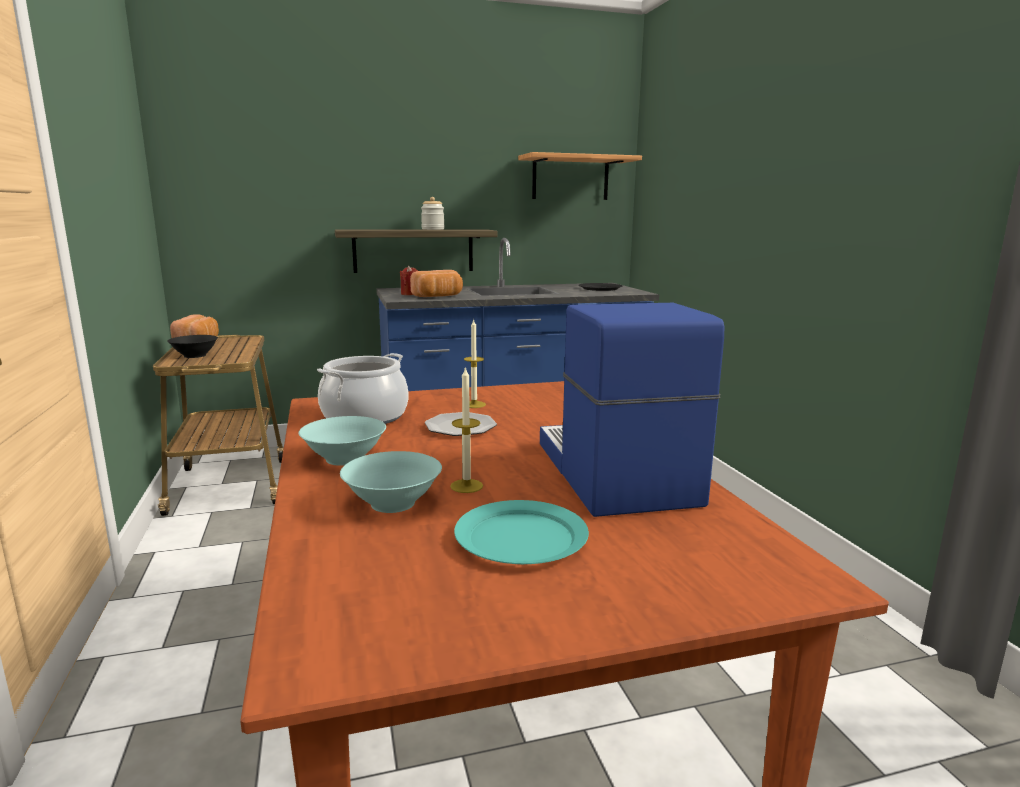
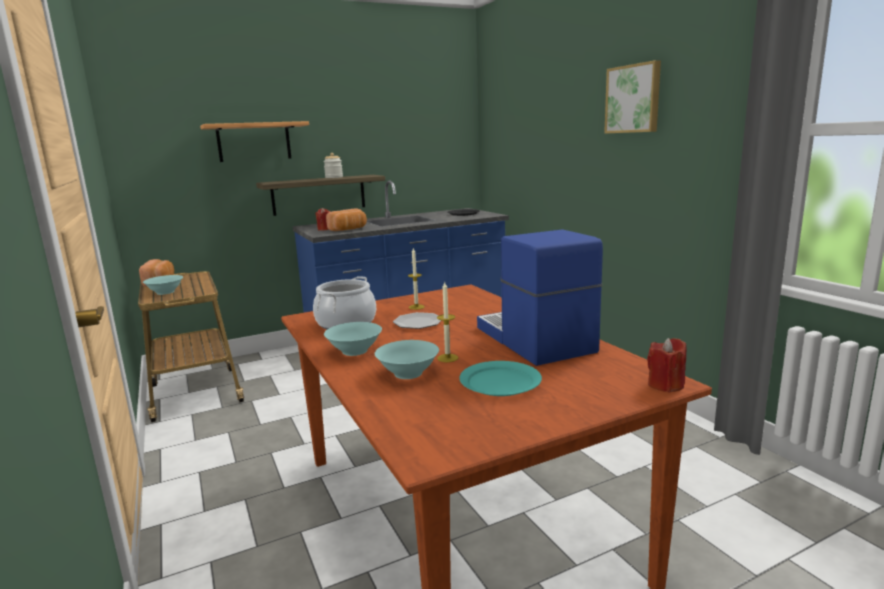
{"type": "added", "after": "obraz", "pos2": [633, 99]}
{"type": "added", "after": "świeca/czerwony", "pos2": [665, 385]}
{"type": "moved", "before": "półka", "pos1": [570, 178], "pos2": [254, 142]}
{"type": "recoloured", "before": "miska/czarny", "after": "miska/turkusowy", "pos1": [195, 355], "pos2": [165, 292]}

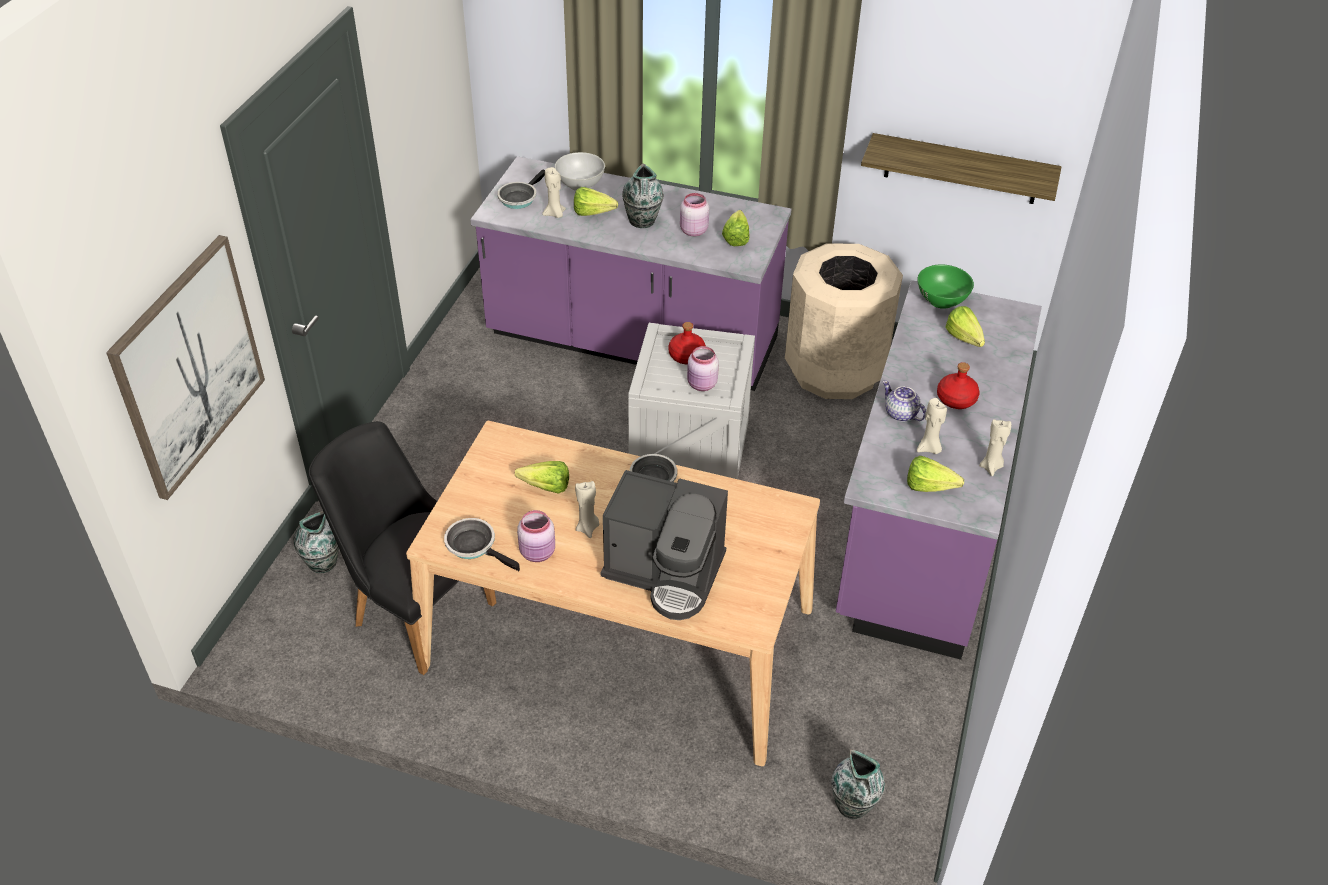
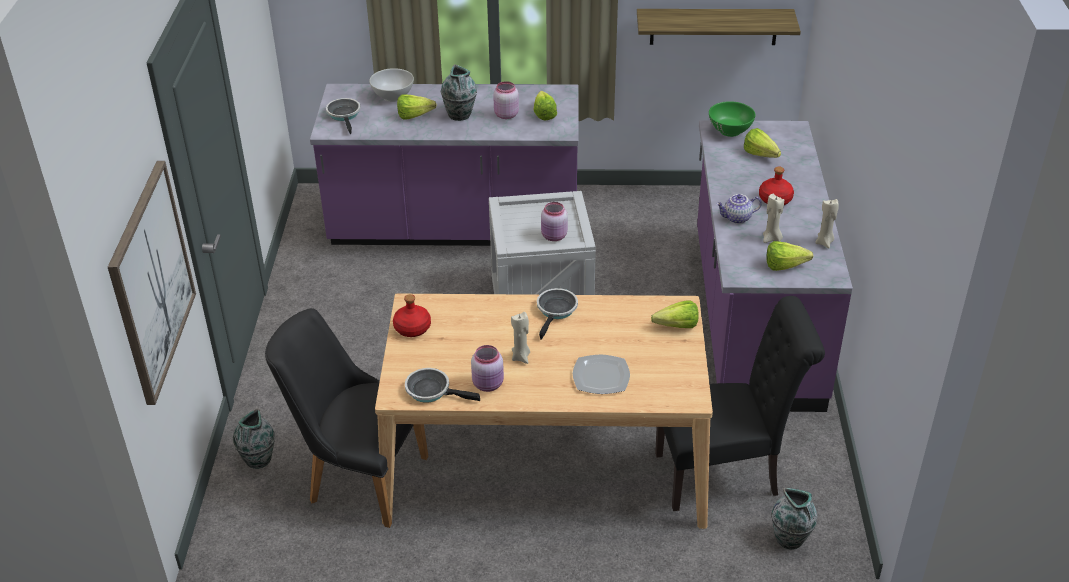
{"type": "removed", "before": "świeca/beżowy", "pos1": [555, 214]}
{"type": "removed", "before": "kosz na śmieci/beżowy", "pos1": [835, 371]}
{"type": "added", "after": "krzesło/czarny", "pos2": [724, 474]}
{"type": "moved", "before": "sałata", "pos1": [542, 486], "pos2": [673, 326]}
{"type": "moved", "before": "butelka/czerwony", "pos1": [687, 356], "pos2": [412, 328]}
{"type": "replaced", "before": "ekspres do kawy", "after": "talerz", "pos1": [665, 573], "pos2": [601, 376]}
{"type": "turned", "before": "patelnia", "pos1": [519, 198], "pos2": [344, 115], "turn": 150}
{"type": "turned", "before": "imbryk", "pos1": [900, 414], "pos2": [737, 218], "turn": -45}

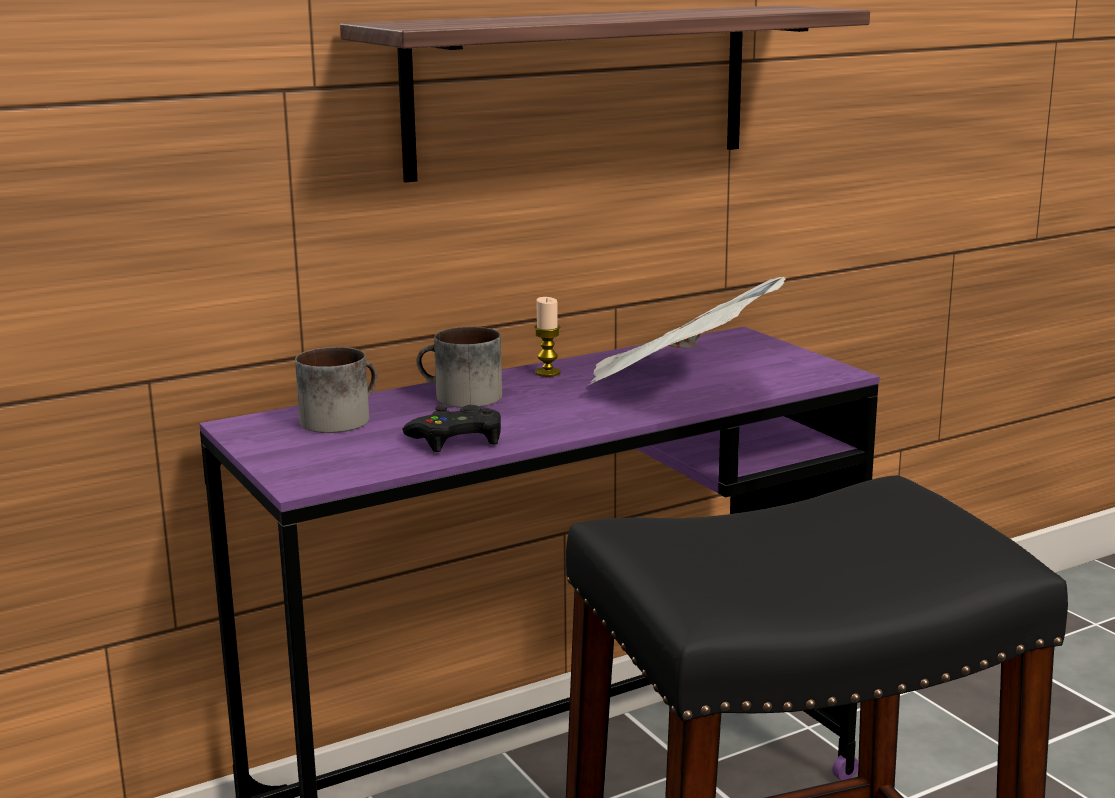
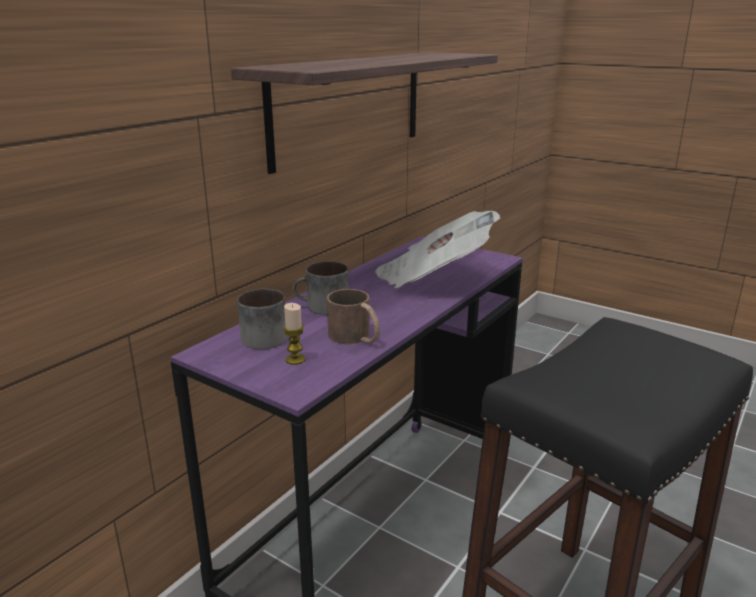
{"type": "moved", "before": "świeca", "pos1": [547, 373], "pos2": [295, 359]}
{"type": "replaced", "before": "pad do gier/czarny", "after": "kubek/brązowy", "pos1": [457, 439], "pos2": [356, 338]}

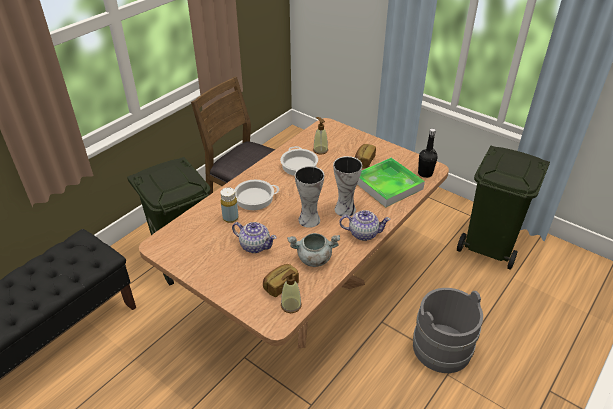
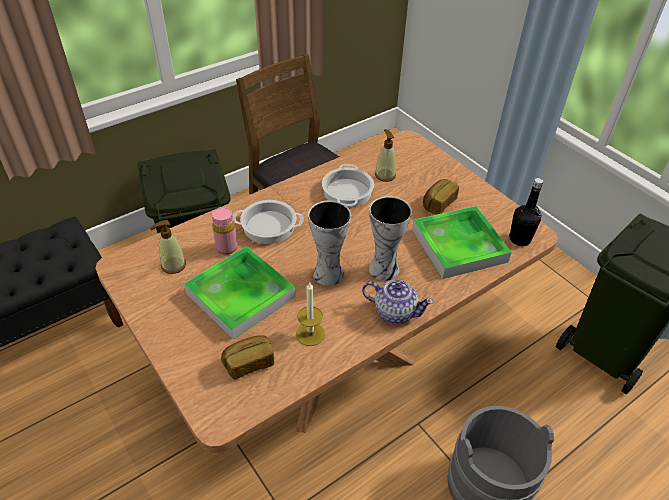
{"type": "moved", "before": "dozownik mydła", "pos1": [291, 305], "pos2": [173, 265]}
{"type": "replaced", "before": "imbryk", "after": "taca", "pos1": [255, 245], "pos2": [240, 295]}
{"type": "replaced", "before": "garnek/szary", "after": "świeca", "pos1": [313, 259], "pos2": [310, 334]}
{"type": "recoloured", "before": "butelka/żółty", "after": "butelka/różowy", "pos1": [230, 218], "pos2": [227, 248]}

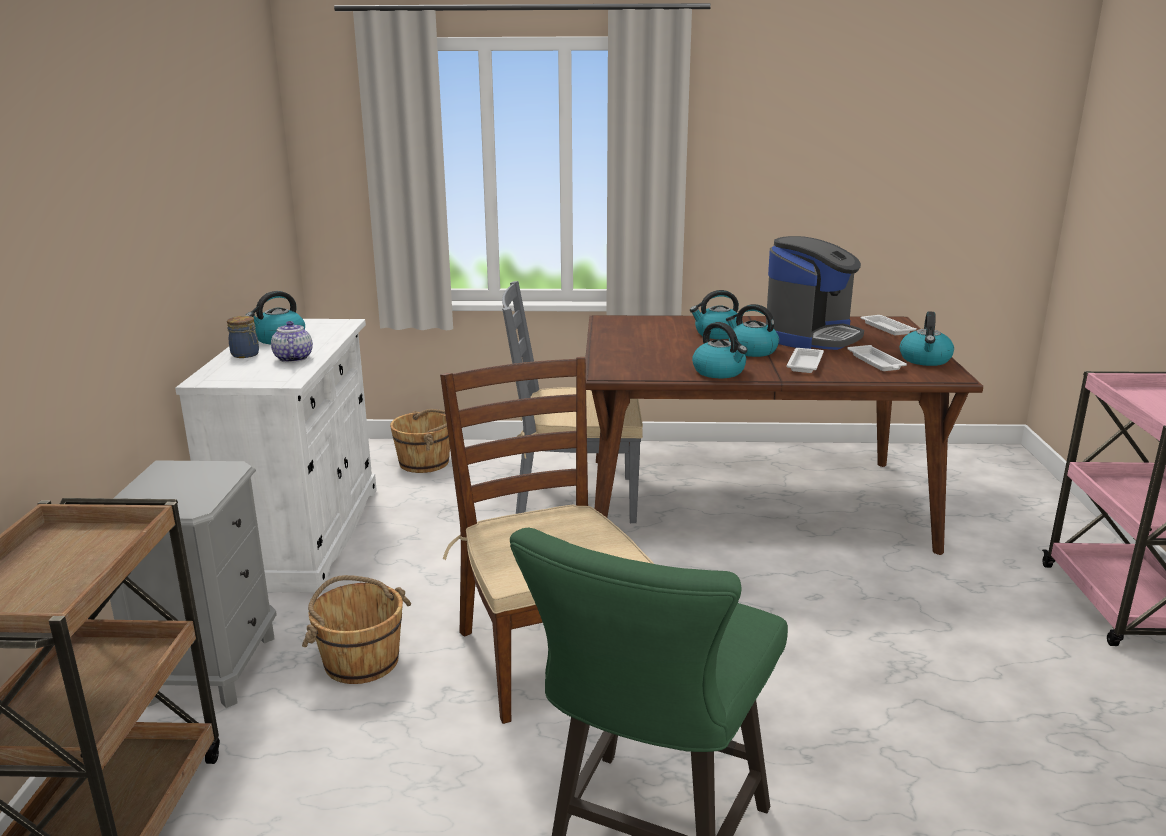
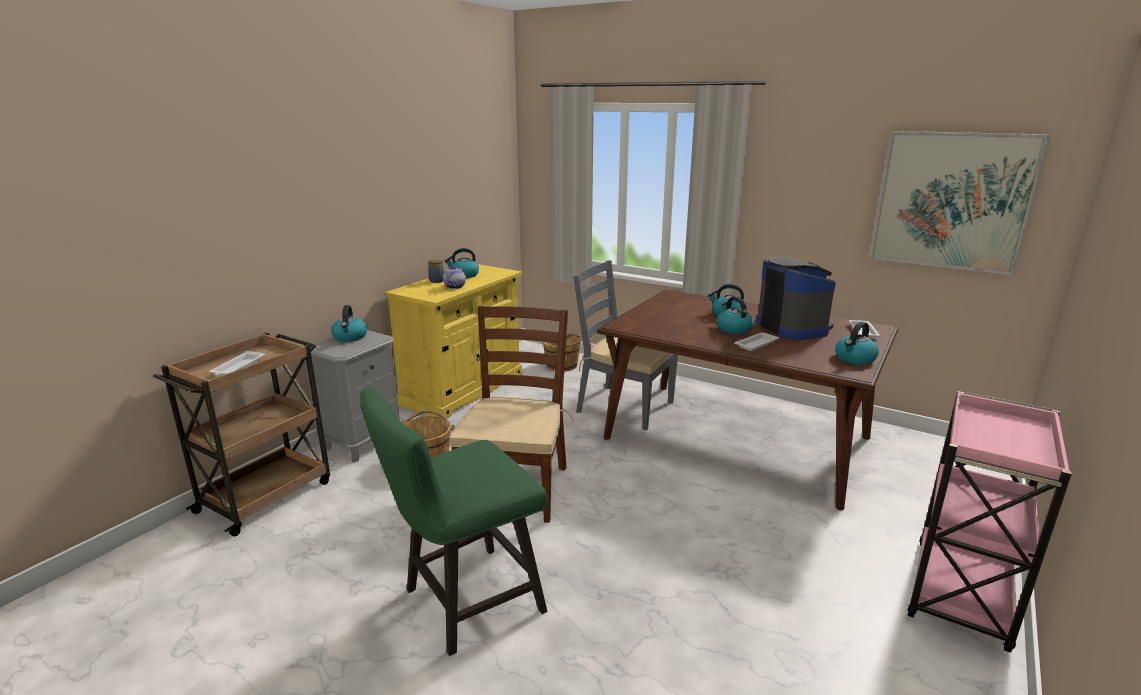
{"type": "added", "after": "obraz", "pos2": [951, 201]}
{"type": "moved", "before": "czajnik", "pos1": [719, 372], "pos2": [350, 337]}
{"type": "moved", "before": "taca/biały", "pos1": [876, 362], "pos2": [238, 367]}
{"type": "recoloured", "before": "szafka/biały", "after": "szafka/żółty", "pos1": [303, 535], "pos2": [463, 389]}
{"type": "turned", "before": "ekspres do kawy", "pos1": [811, 337], "pos2": [792, 327], "turn": -90}

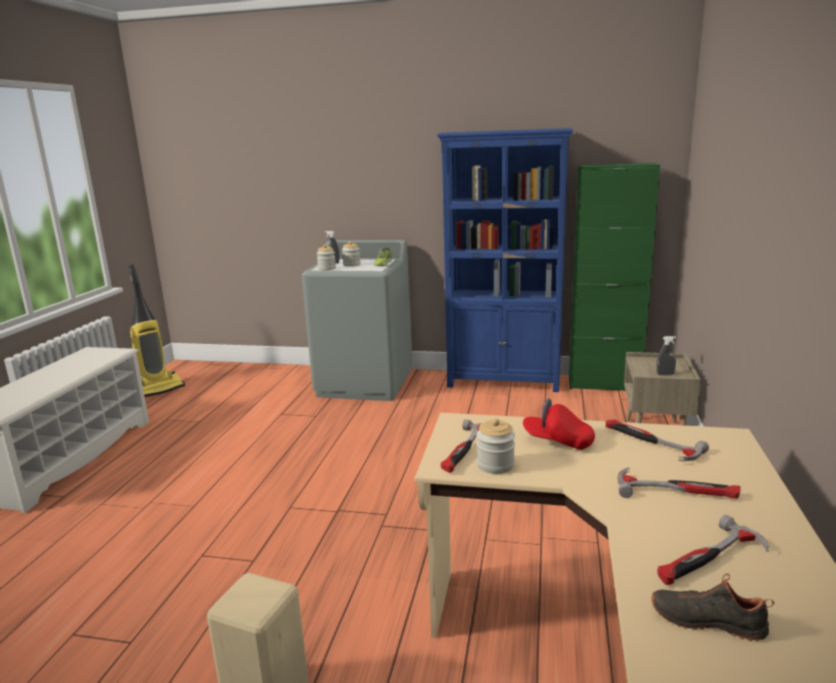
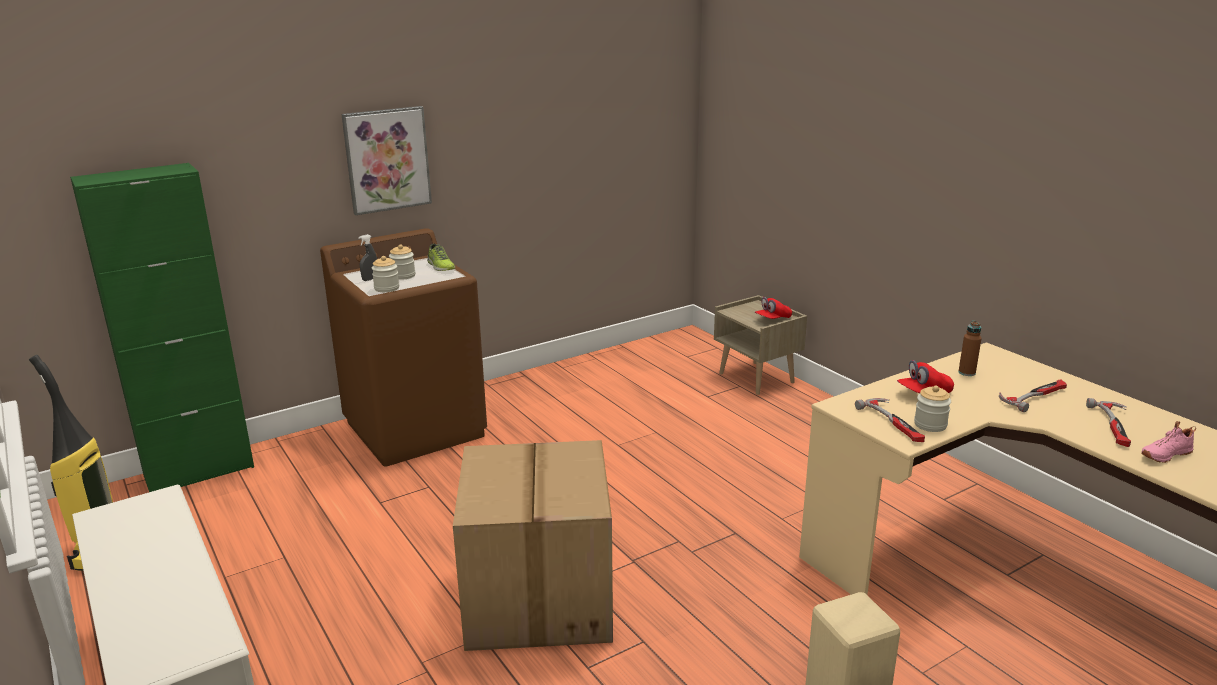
{"type": "removed", "before": "regał/niebieski", "pos1": [504, 381]}
{"type": "added", "after": "obraz", "pos2": [387, 159]}
{"type": "added", "after": "karton", "pos2": [541, 599]}
{"type": "moved", "before": "szafka/zielony", "pos1": [604, 384], "pos2": [199, 472]}
{"type": "replaced", "before": "młotek", "after": "butelka/brązowy", "pos1": [650, 443], "pos2": [966, 372]}
{"type": "replaced", "before": "spryskiwacz/szary", "after": "czapka z daszkiem/czerwony", "pos1": [665, 374], "pos2": [772, 319]}
{"type": "recoloured", "before": "pralka/szary", "after": "pralka/brązowy", "pos1": [365, 383], "pos2": [416, 428]}
{"type": "recoloured", "before": "but/czarny", "after": "but/różowy", "pos1": [707, 620], "pos2": [1164, 454]}

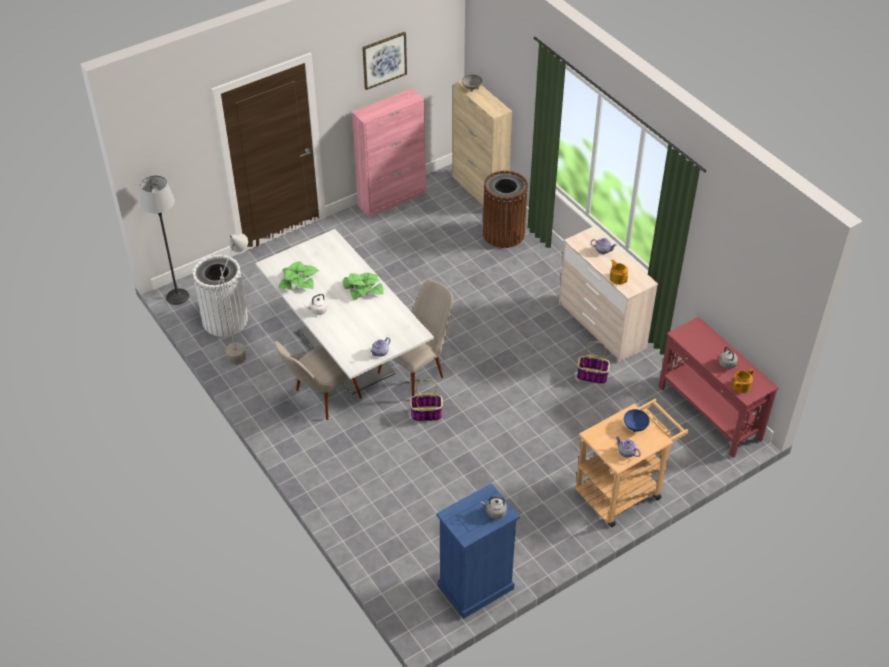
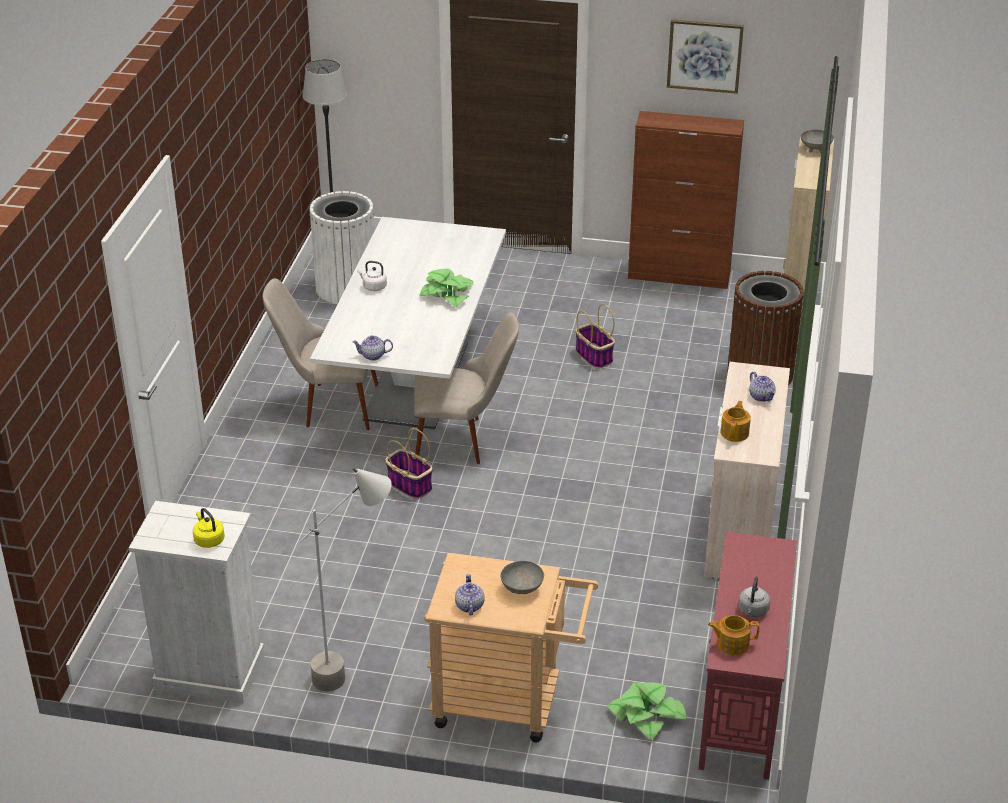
{"type": "moved", "before": "lampa stojąca/szary", "pos1": [244, 347], "pos2": [355, 671]}
{"type": "moved", "before": "roślina doniczkowa", "pos1": [299, 281], "pos2": [647, 715]}
{"type": "moved", "before": "koszyk", "pos1": [592, 376], "pos2": [594, 356]}
{"type": "recoloured", "before": "szafka/różowy", "after": "szafka/brązowy", "pos1": [392, 199], "pos2": [679, 275]}
{"type": "recoloured", "before": "komoda/niebieski", "after": "komoda/biały", "pos1": [475, 587], "pos2": [209, 672]}
{"type": "recoloured", "before": "czajnik/szary", "after": "czajnik/żółty", "pos1": [495, 512], "pos2": [208, 540]}
{"type": "recoloured", "before": "miska/niebieski", "after": "miska/szary", "pos1": [635, 427], "pos2": [521, 589]}

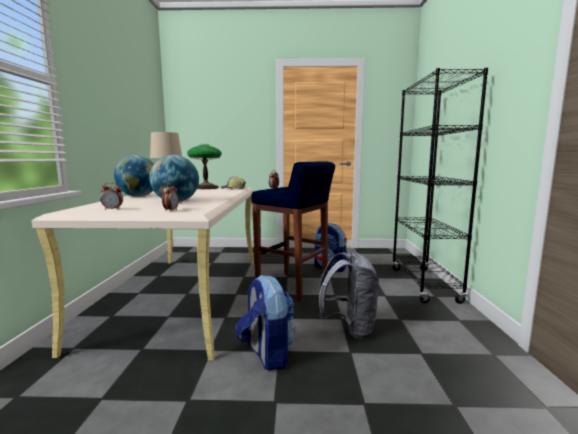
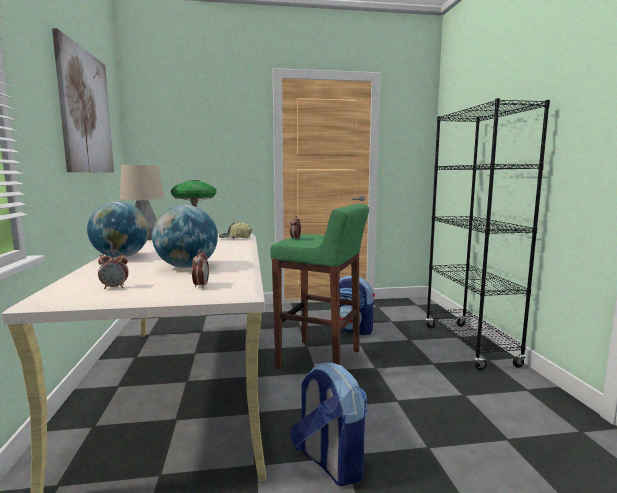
{"type": "removed", "before": "plecak/szary", "pos1": [349, 328]}
{"type": "added", "after": "obraz", "pos2": [86, 112]}
{"type": "recoloured", "before": "stołek/niebieski", "after": "stołek/zielony", "pos1": [293, 286], "pos2": [320, 360]}

